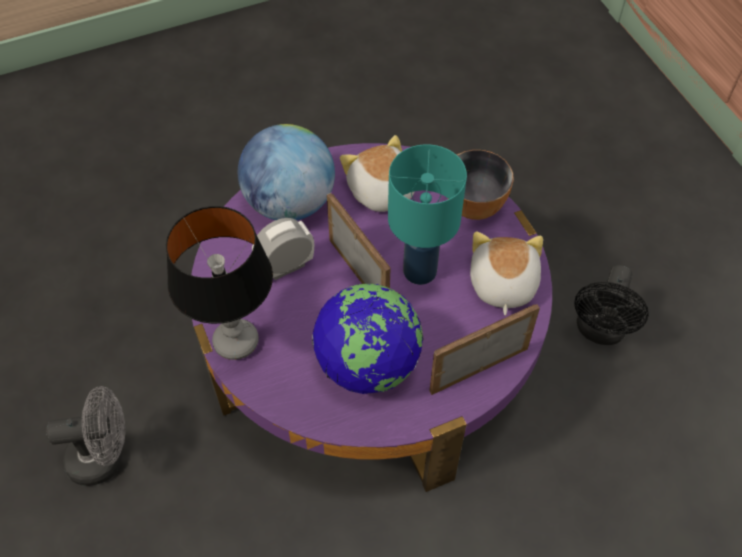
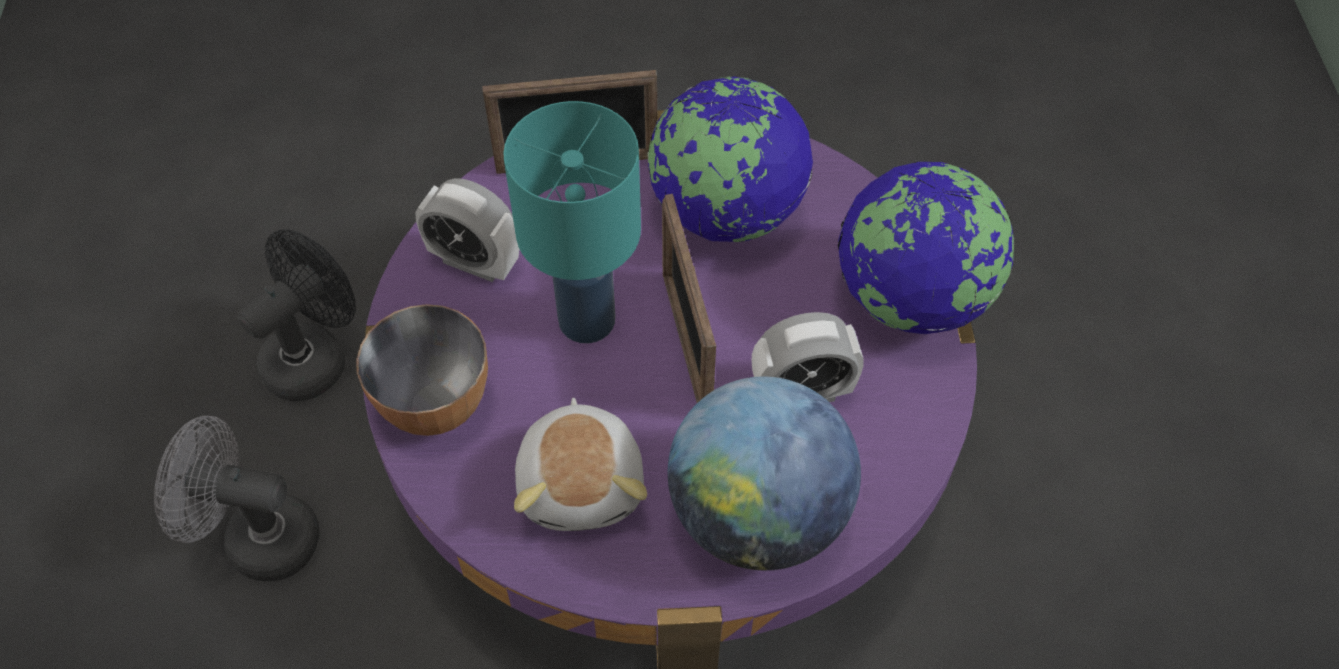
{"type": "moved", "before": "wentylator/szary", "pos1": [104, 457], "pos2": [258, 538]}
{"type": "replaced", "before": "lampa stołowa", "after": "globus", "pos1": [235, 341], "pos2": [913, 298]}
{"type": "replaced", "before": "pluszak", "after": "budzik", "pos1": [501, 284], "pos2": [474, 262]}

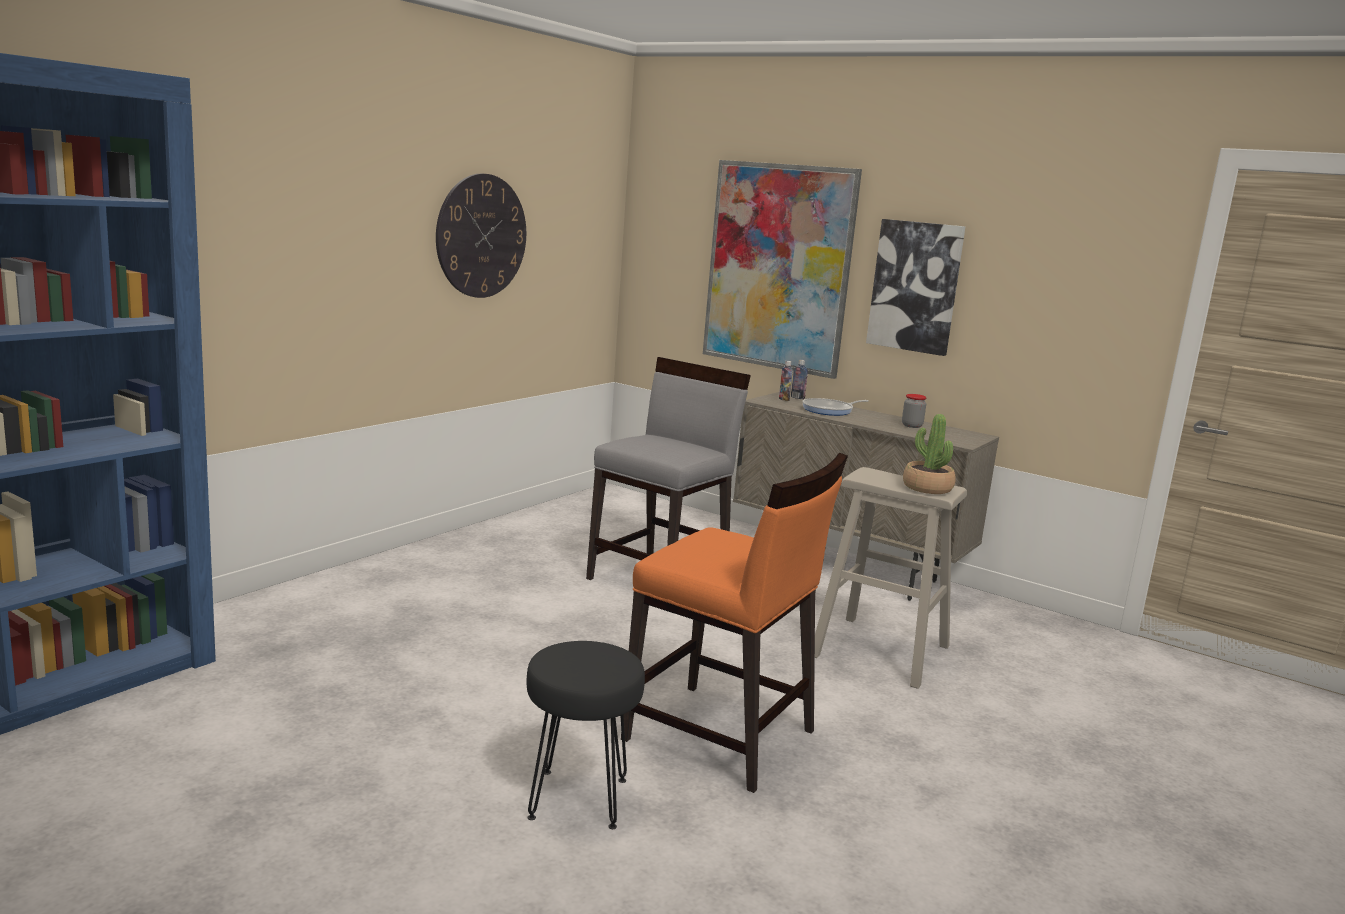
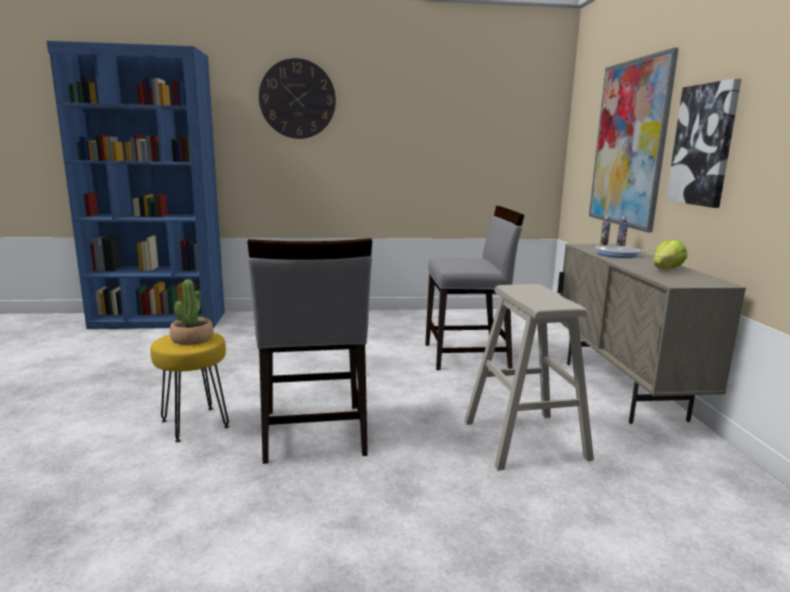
{"type": "moved", "before": "zegar ścienny", "pos1": [481, 236], "pos2": [297, 99]}
{"type": "moved", "before": "roślina doniczkowa", "pos1": [927, 488], "pos2": [192, 339]}
{"type": "replaced", "before": "słoik", "after": "sałata", "pos1": [912, 426], "pos2": [666, 270]}
{"type": "recoloured", "before": "stołek/czarny", "after": "stołek/żółty", "pos1": [577, 797], "pos2": [195, 423]}
{"type": "recoloured", "before": "krzesło/pomarańczowy", "after": "krzesło/szary", "pos1": [720, 736], "pos2": [313, 433]}

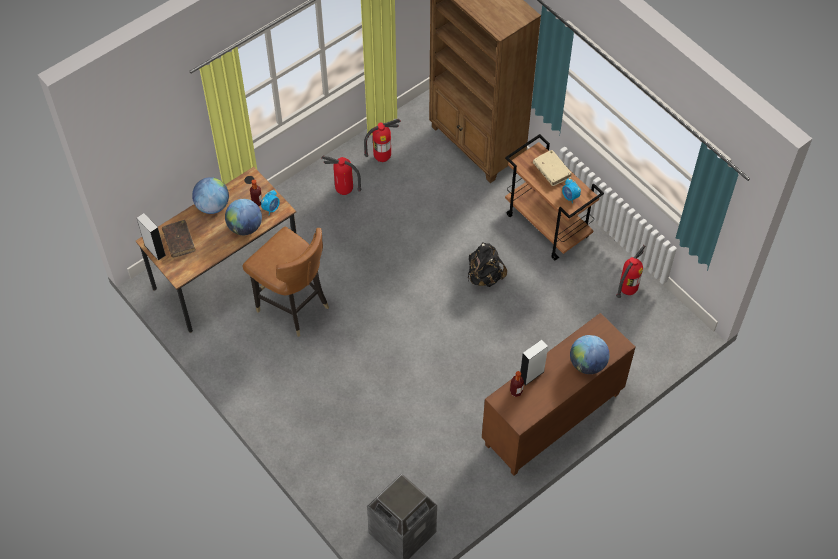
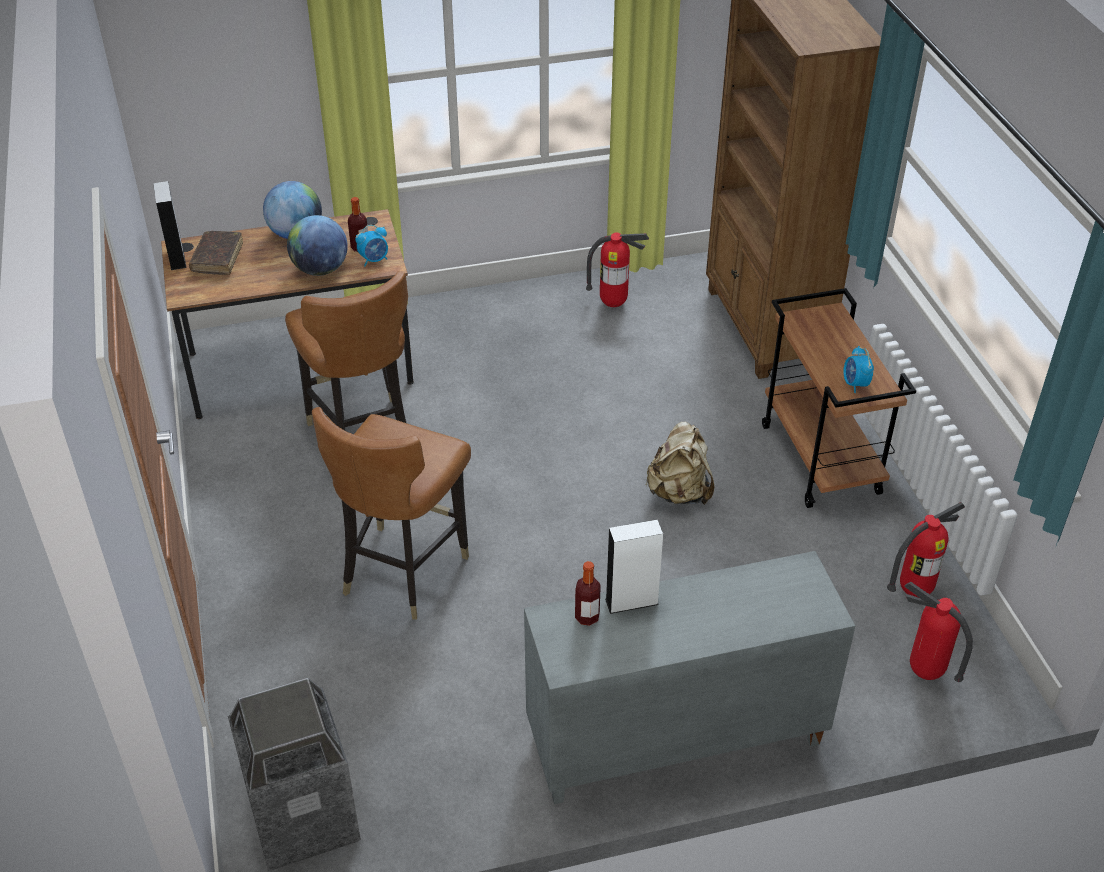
{"type": "removed", "before": "książka/beżowy", "pos1": [551, 171]}
{"type": "removed", "before": "globus", "pos1": [587, 364]}
{"type": "added", "after": "krzesło/brązowy", "pos2": [403, 571]}
{"type": "moved", "before": "gaśnica", "pos1": [344, 191], "pos2": [924, 673]}
{"type": "recoloured", "before": "plecak/czarny", "after": "plecak/beżowy", "pos1": [484, 276], "pos2": [679, 492]}
{"type": "recoloured", "before": "szafka/brązowy", "after": "szafka/szary", "pos1": [552, 420], "pos2": [674, 741]}

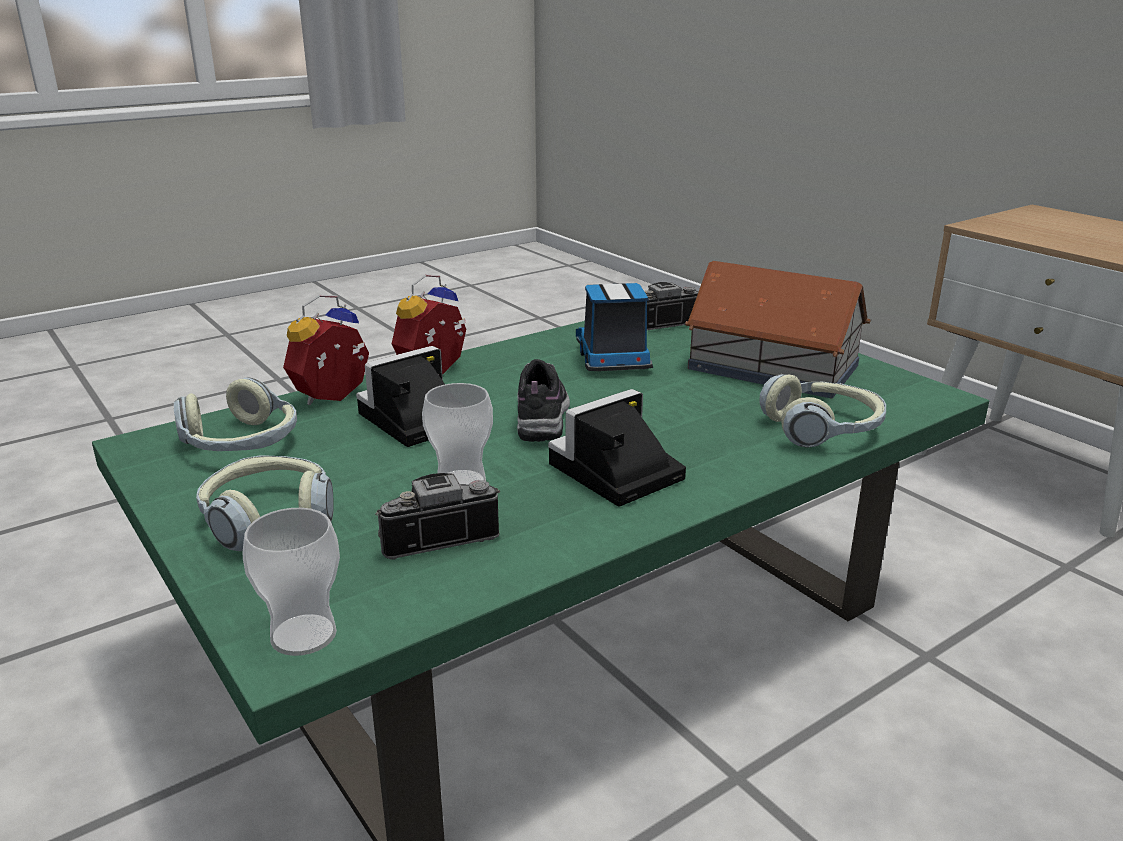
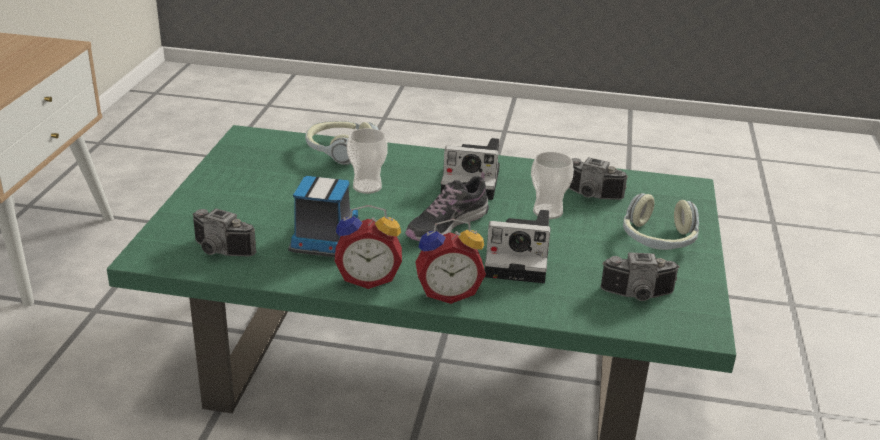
{"type": "removed", "before": "domek", "pos1": [771, 366]}
{"type": "moved", "before": "filiżanka", "pos1": [303, 635], "pos2": [367, 186]}
{"type": "moved", "before": "budzik", "pos1": [335, 398], "pos2": [368, 278]}
{"type": "replaced", "before": "słuchawki", "after": "aparat fotograficzny", "pos1": [241, 444], "pos2": [638, 296]}
{"type": "turned", "before": "ciężarówka zabawkowa", "pos1": [613, 359], "pos2": [324, 240], "turn": 150}

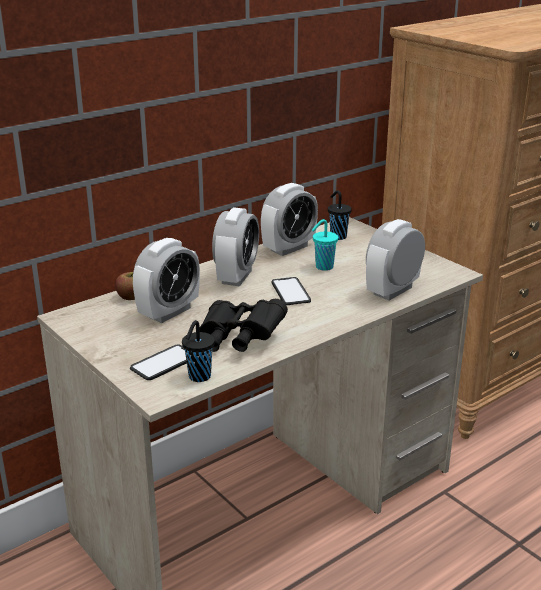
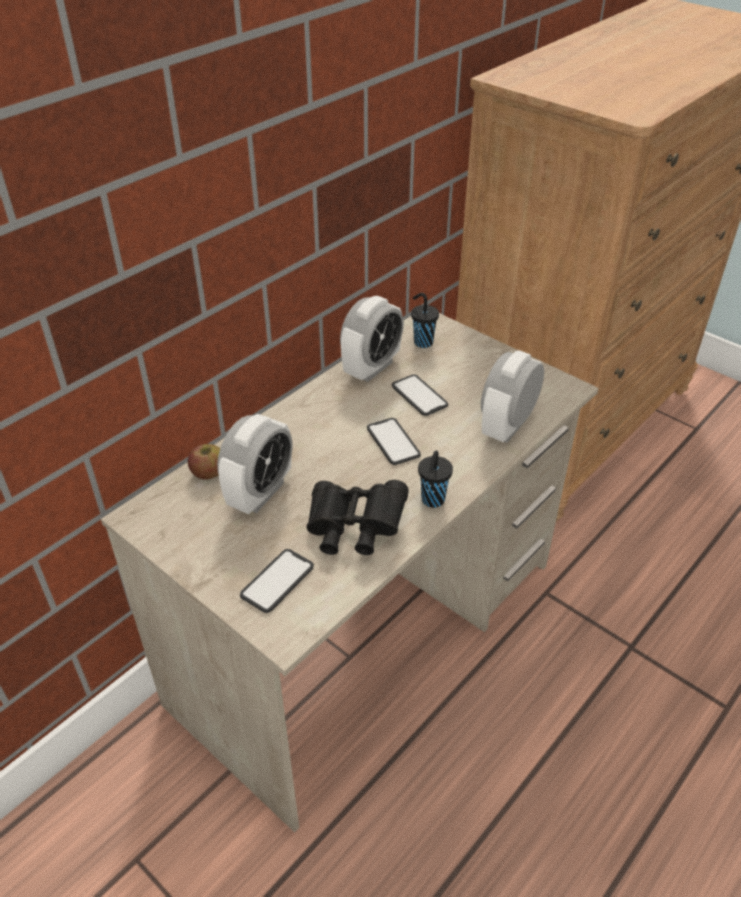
{"type": "removed", "before": "budzik", "pos1": [236, 277]}
{"type": "moved", "before": "filiżanka/czarny", "pos1": [198, 377], "pos2": [432, 501]}
{"type": "replaced", "before": "filiżanka/turkusowy", "after": "telefon", "pos1": [323, 267], "pos2": [419, 396]}

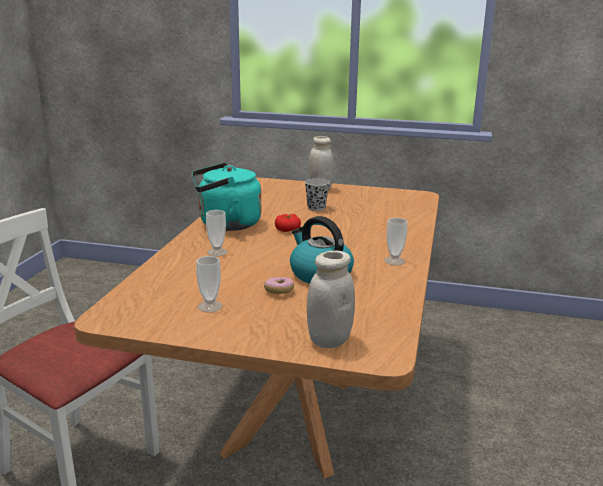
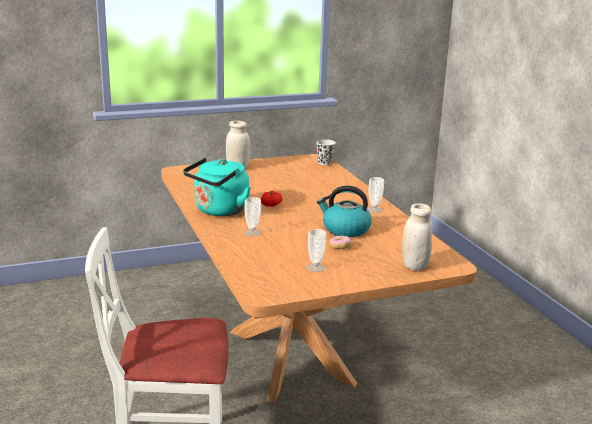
{"type": "moved", "before": "filiżanka/czarny", "pos1": [316, 208], "pos2": [324, 163]}

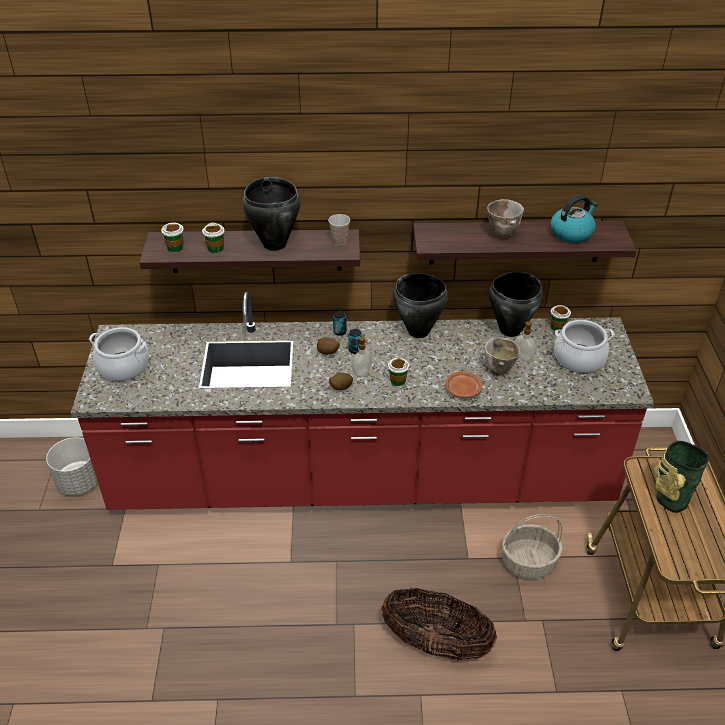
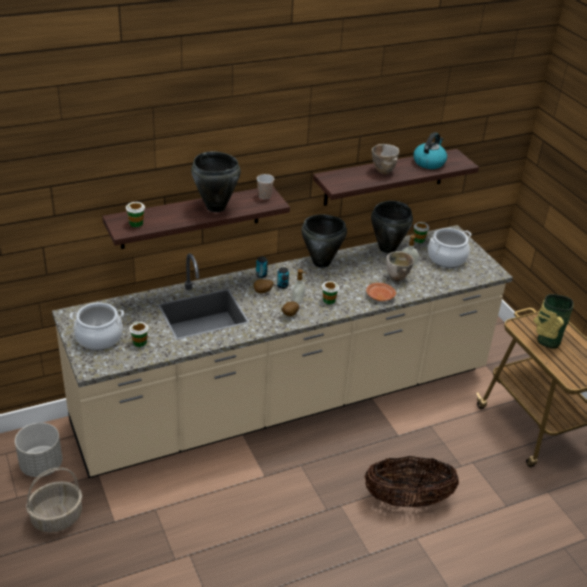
{"type": "moved", "before": "filiżanka", "pos1": [215, 248], "pos2": [140, 342]}
{"type": "moved", "before": "koszyk", "pos1": [529, 562], "pos2": [57, 517]}
{"type": "recoloured", "before": "zabudowa kuchenna/czerwony", "after": "zabudowa kuchenna/beżowy", "pos1": [362, 478], "pos2": [286, 399]}

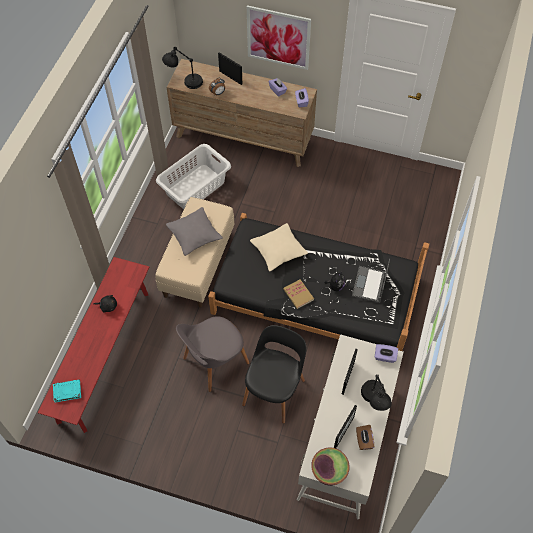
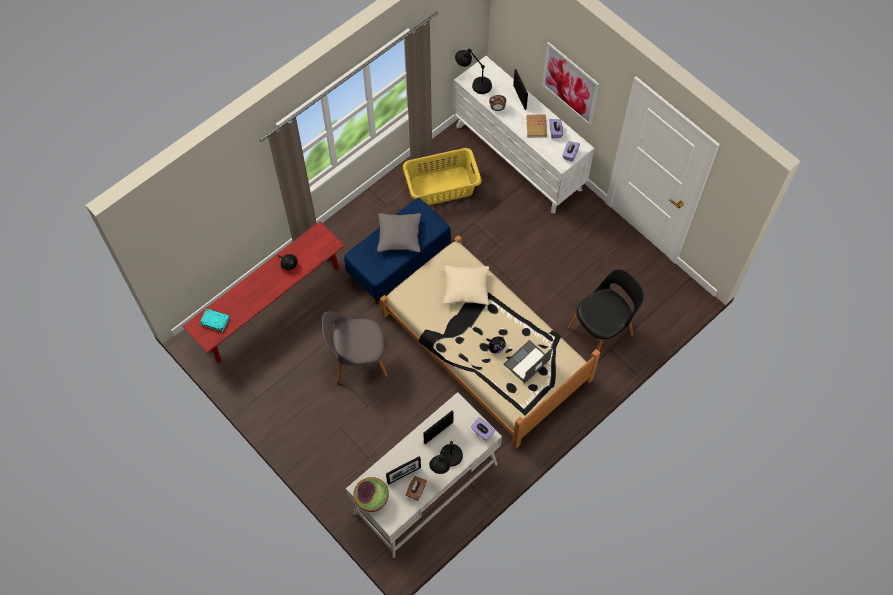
{"type": "moved", "before": "krzesło/czarny", "pos1": [274, 390], "pos2": [602, 330]}
{"type": "moved", "before": "książka", "pos1": [298, 294], "pos2": [536, 126]}
{"type": "recoloured", "before": "ławka/beżowy", "after": "ławka/niebieski", "pos1": [198, 264], "pos2": [399, 263]}
{"type": "recoloured", "before": "kosz na pranie/biały", "after": "kosz na pranie/żółty", "pos1": [196, 187], "pos2": [442, 187]}
{"type": "recoloured", "before": "komoda/brązowy", "after": "komoda/biały", "pos1": [243, 137], "pos2": [519, 157]}
{"type": "recoloured", "before": "łóżko/czarny", "after": "łóżko/beżowy", "pos1": [316, 295], "pos2": [485, 346]}

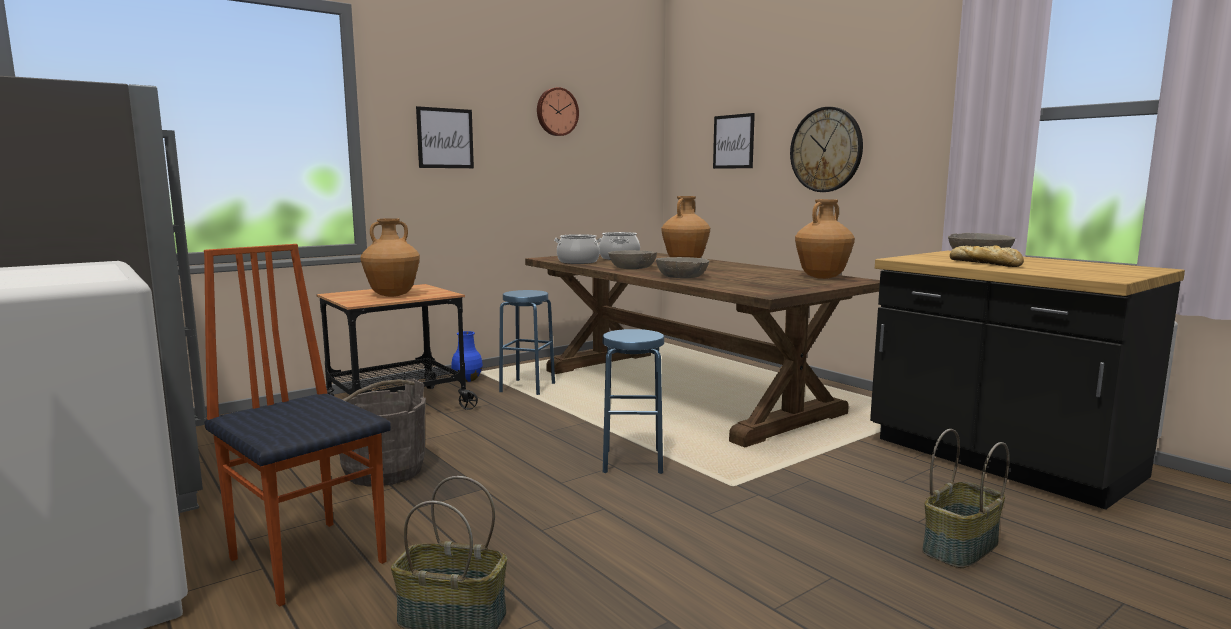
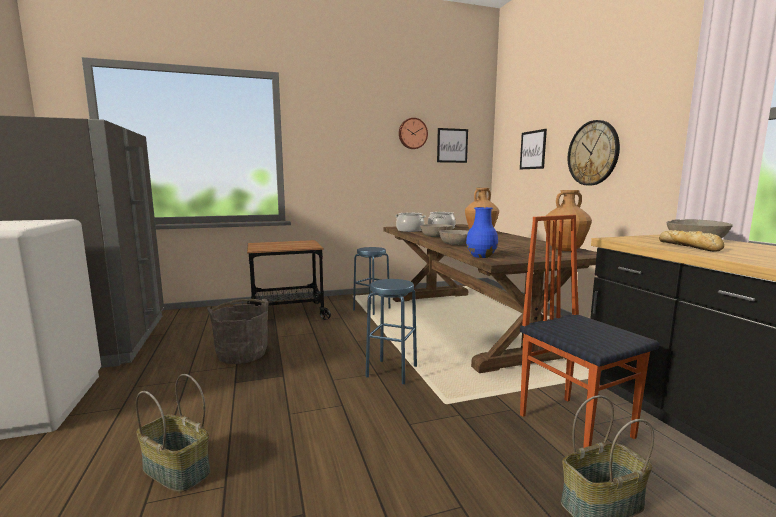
{"type": "removed", "before": "wazon/brązowy", "pos1": [392, 295]}
{"type": "moved", "before": "krzesło", "pos1": [309, 558], "pos2": [575, 425]}
{"type": "moved", "before": "obraz", "pos1": [445, 138], "pos2": [452, 145]}
{"type": "moved", "before": "wazon/niebieski", "pos1": [467, 379], "pos2": [481, 256]}

